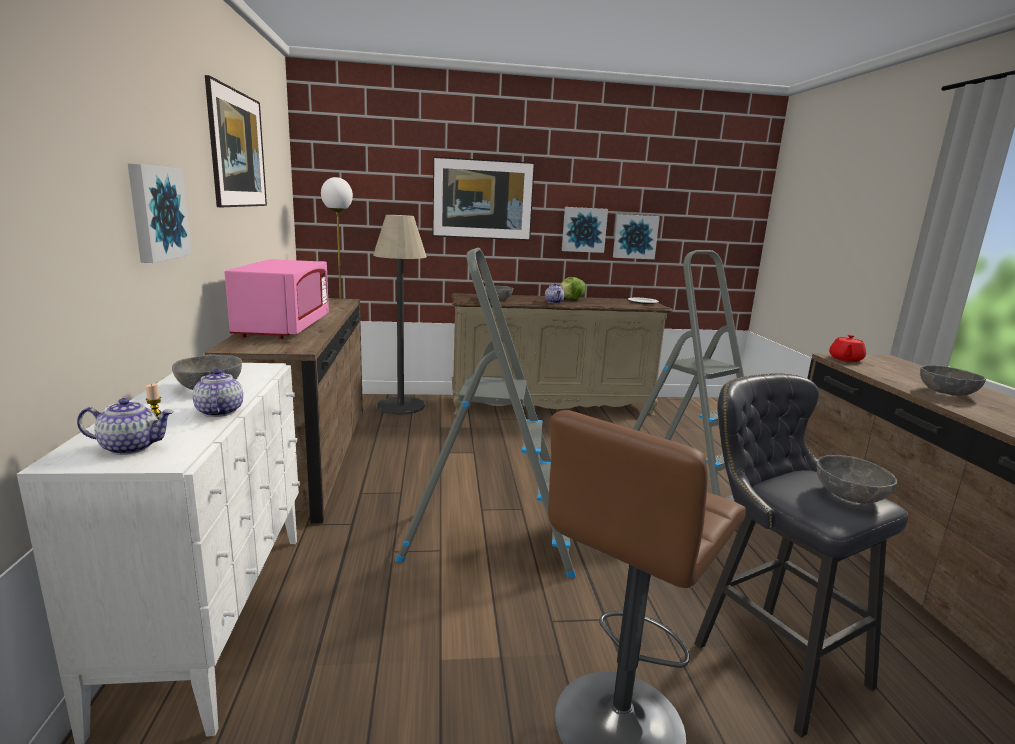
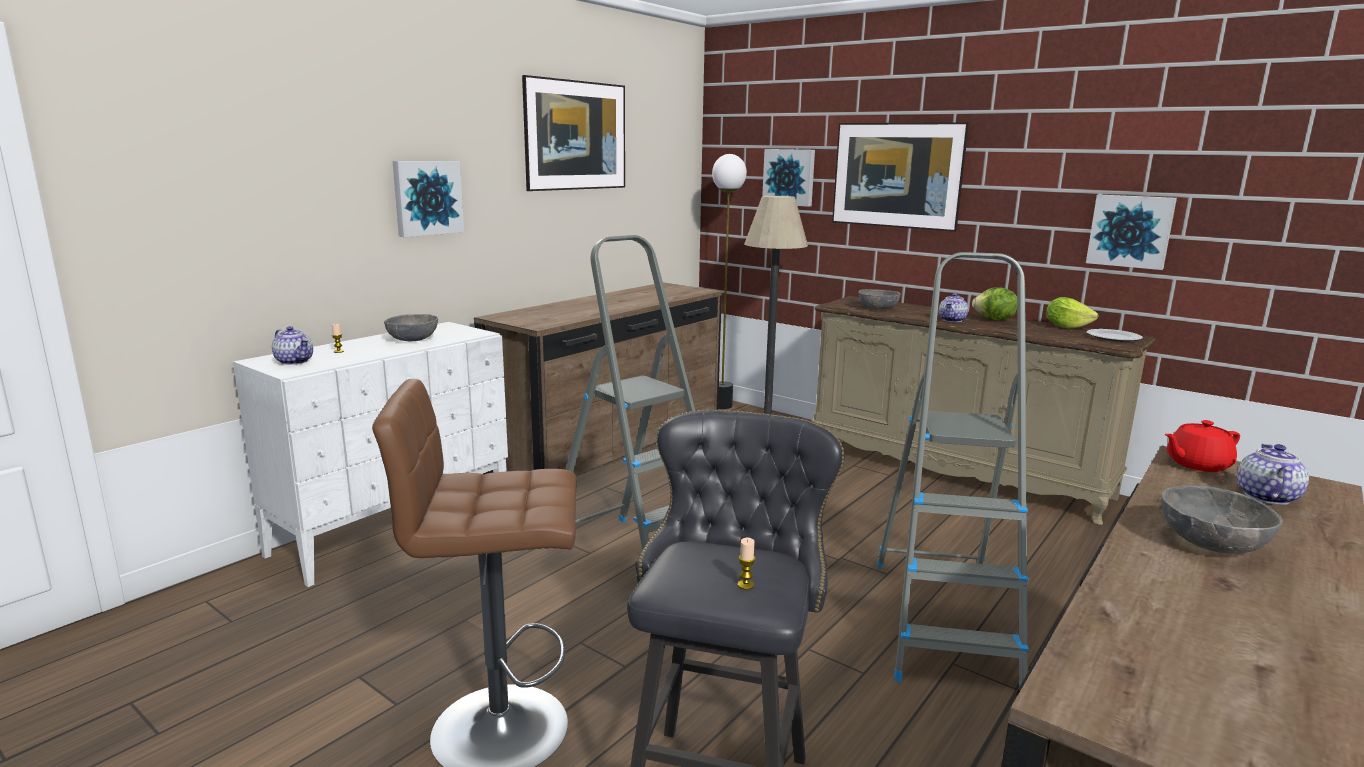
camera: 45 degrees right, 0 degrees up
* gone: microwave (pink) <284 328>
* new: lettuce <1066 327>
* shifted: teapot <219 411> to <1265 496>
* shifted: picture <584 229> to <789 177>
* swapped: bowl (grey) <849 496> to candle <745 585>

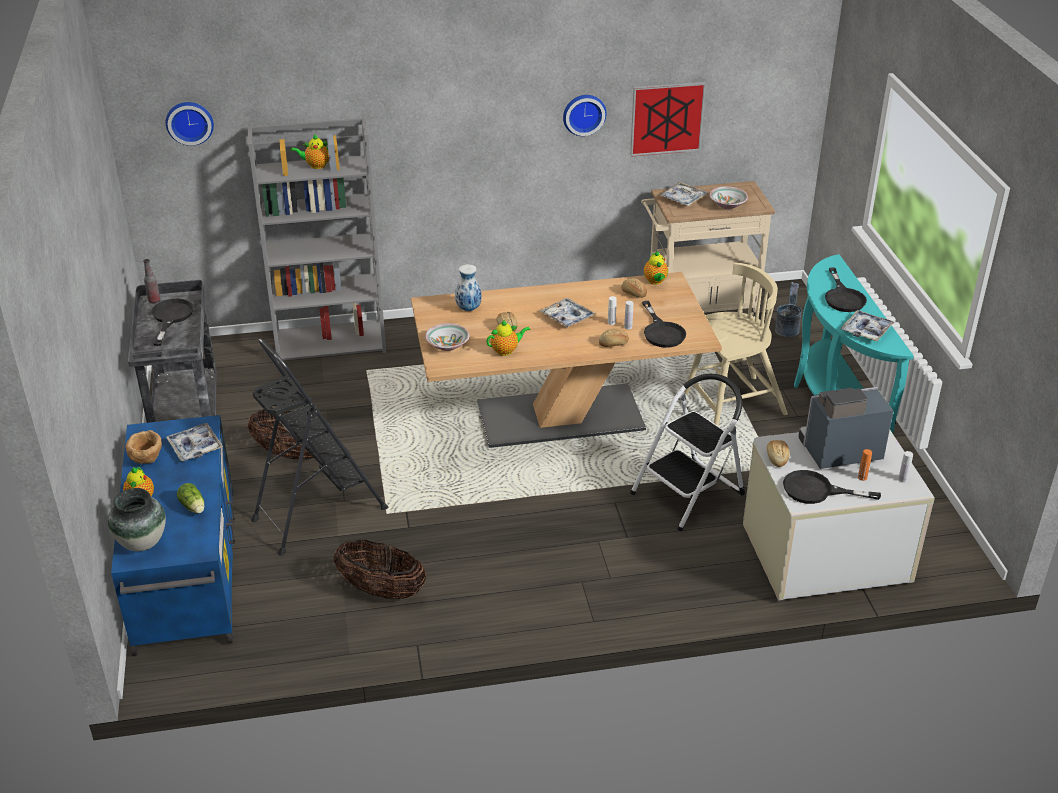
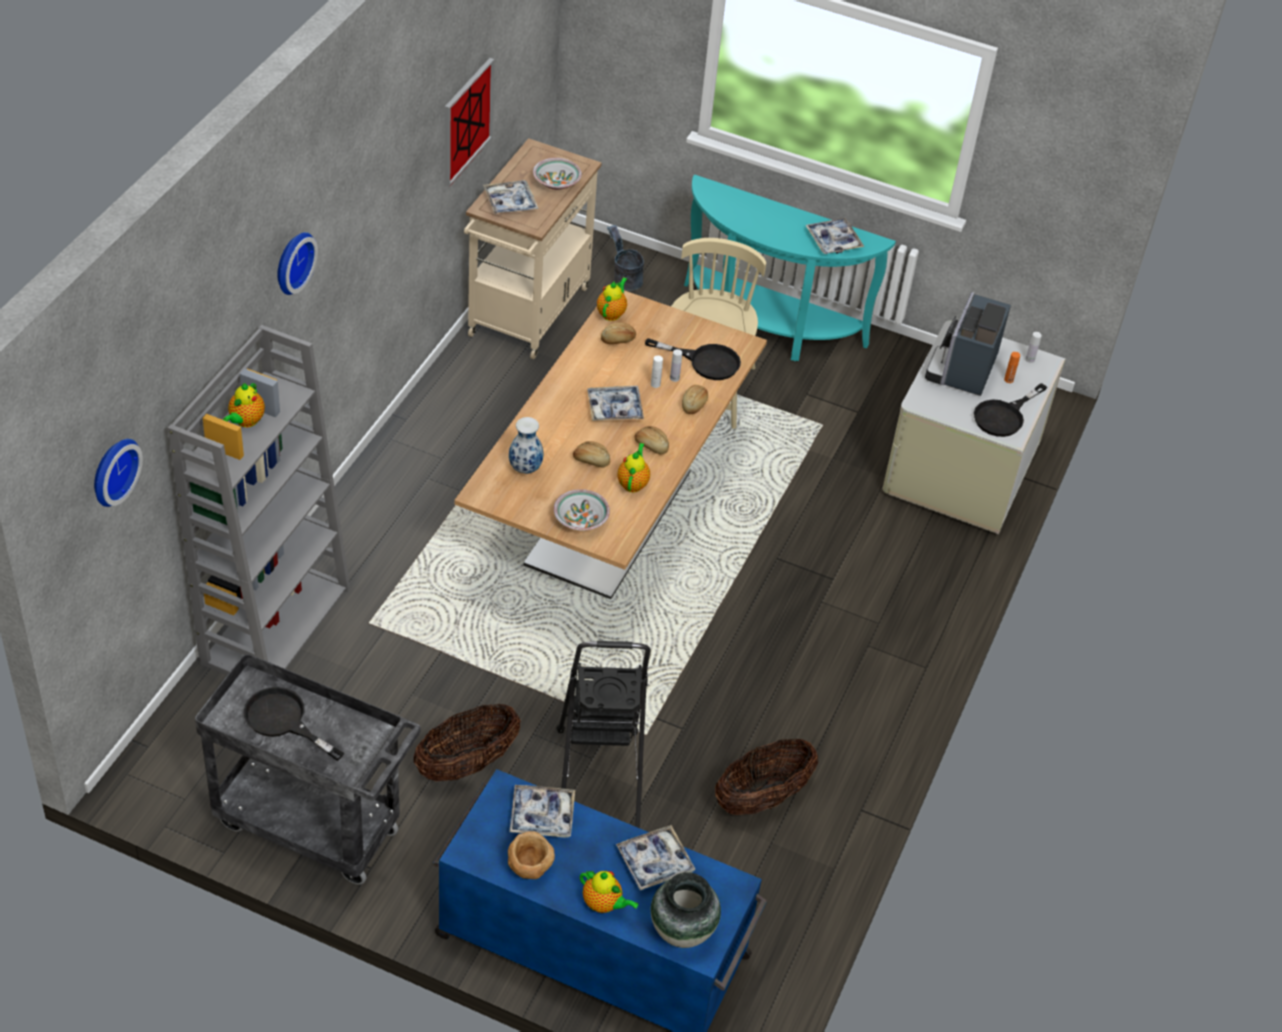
camera: 60 degrees left, 10 degrees up
* gone: bottle <154 300>
* gone: step ladder <690 493>
* gone: frying pan (black) <843 297>
* shifted: wall clock <583 113> to <291 261>
* shifted: bread <777 458> to <651 446>
* swapped: lettuce <193 507> to tray <654 862>
* rotated: teapot <655 281> = <612 313> 90 degrees counterclockwise

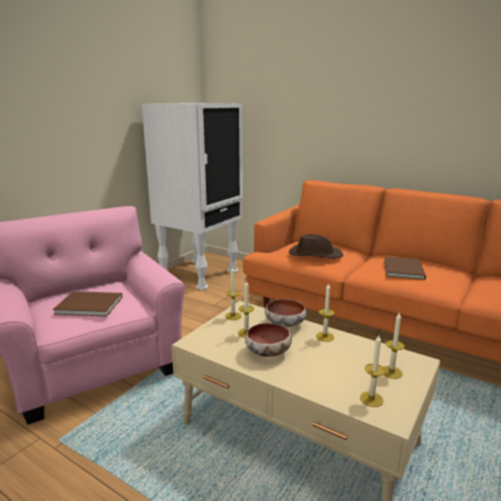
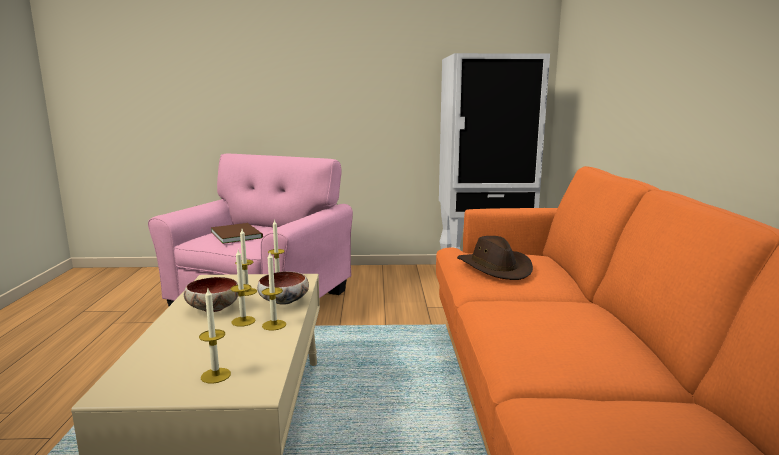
camera: 55 degrees right, 5 degrees down
* gone: book (brown) <404 269>
* shifted: candle <371 399> to <243 321>

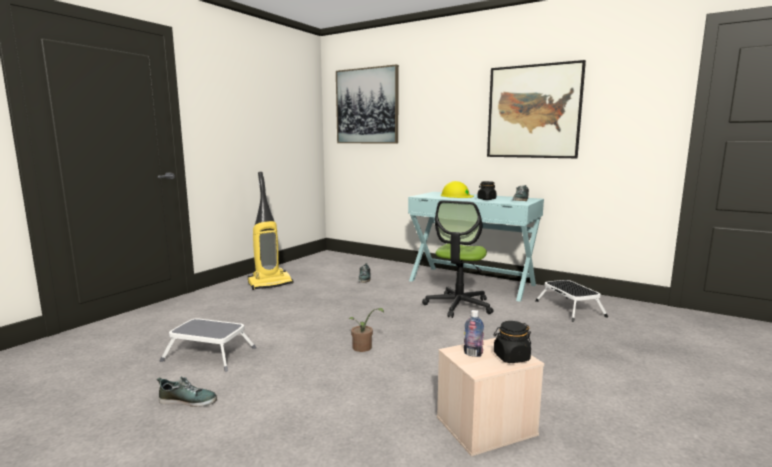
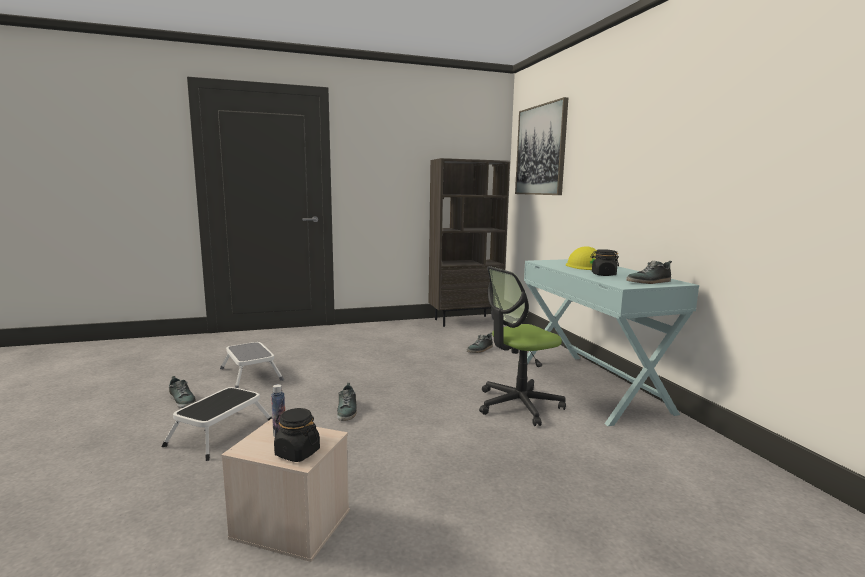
camera: 40 degrees right, 0 degrees up
* gone: vacuum cleaner <270 283>
* gone: picture <533 112>
* new: bookcase (brown) <465 321>
* shifted: step ladder (black) <569 309> to <220 433>
* swapped: potted plant <363 348> to shoe <347 411>

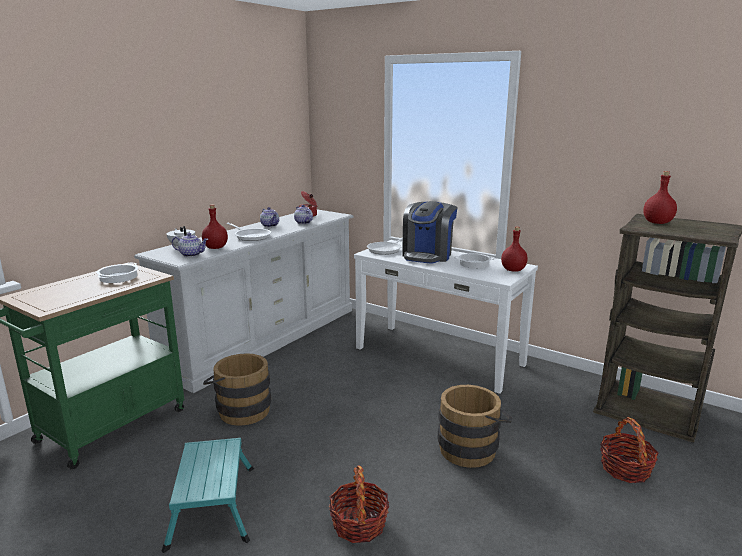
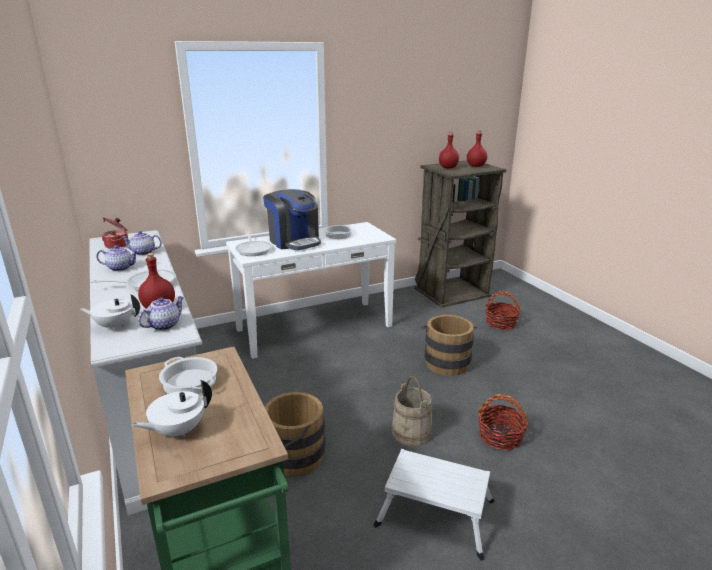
camera: 60 degrees left, 5 degrees up
* new: teapot (white) <178 430>
* new: bucket (beige) <412 432>
* shifted: bottle (red) <513 270> to <476 166>
* repainted: step ladder (turquoise) <212 505> to step ladder (white) <434 512>

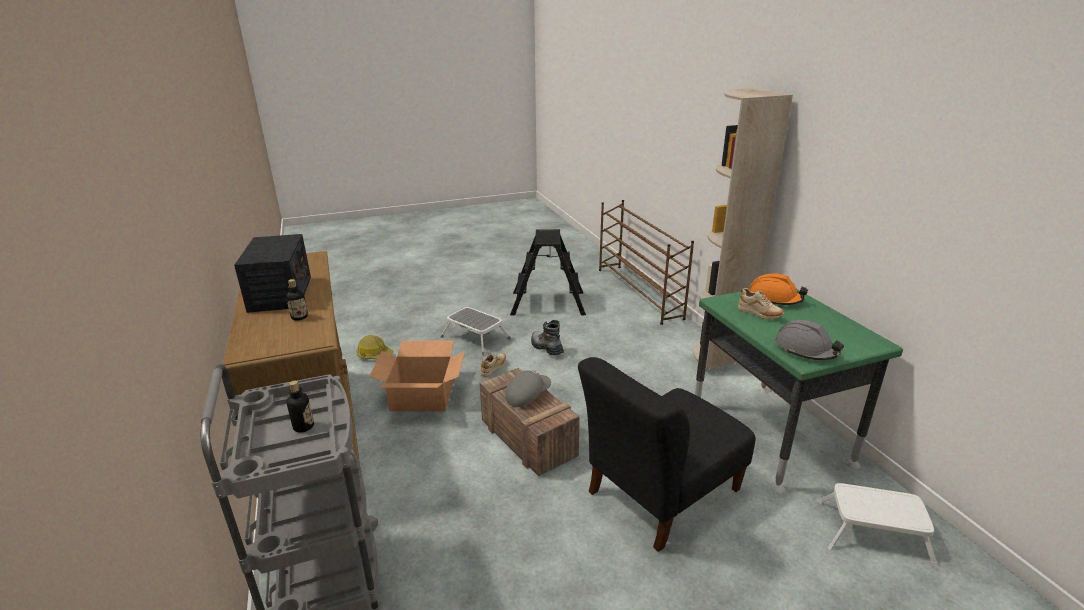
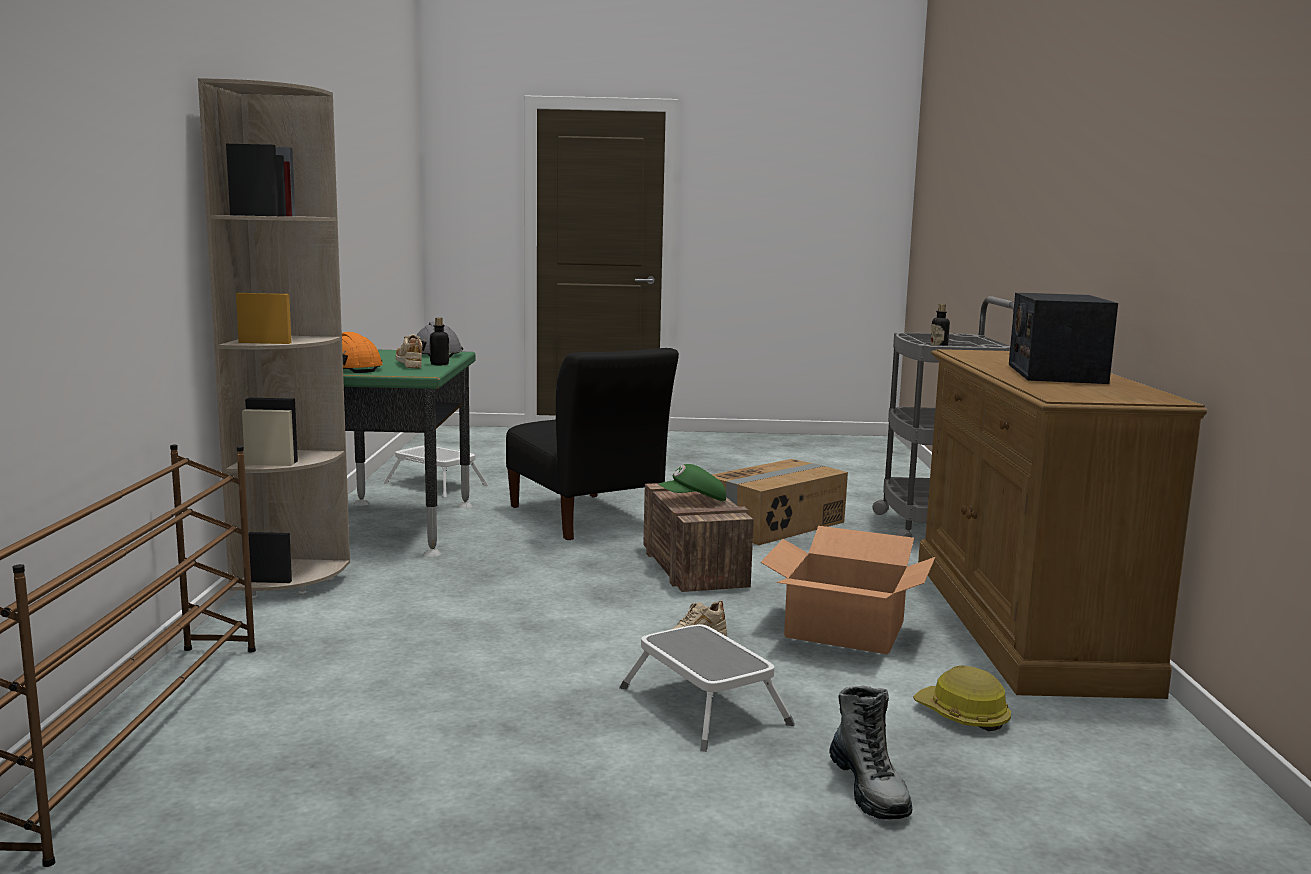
camera: 160 degrees left, 15 degrees down
* gone: step ladder (black) <548 303>
* new: cardboard box <775 525>
* shifted: bottle <299 317> to <439 364>
* shifted: boot <546 348> to <869 788>
* repainted: cap (grey) <527 396> to cap (green) <693 501>
* rotated: chair (black) <659 495> = <586 519> 75 degrees clockwise

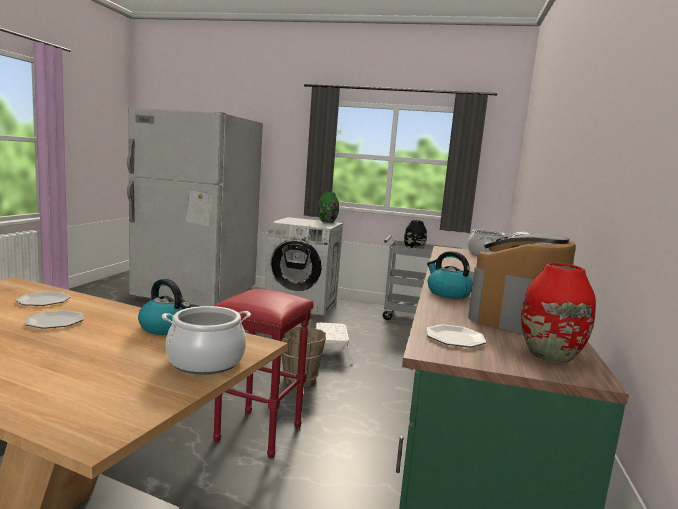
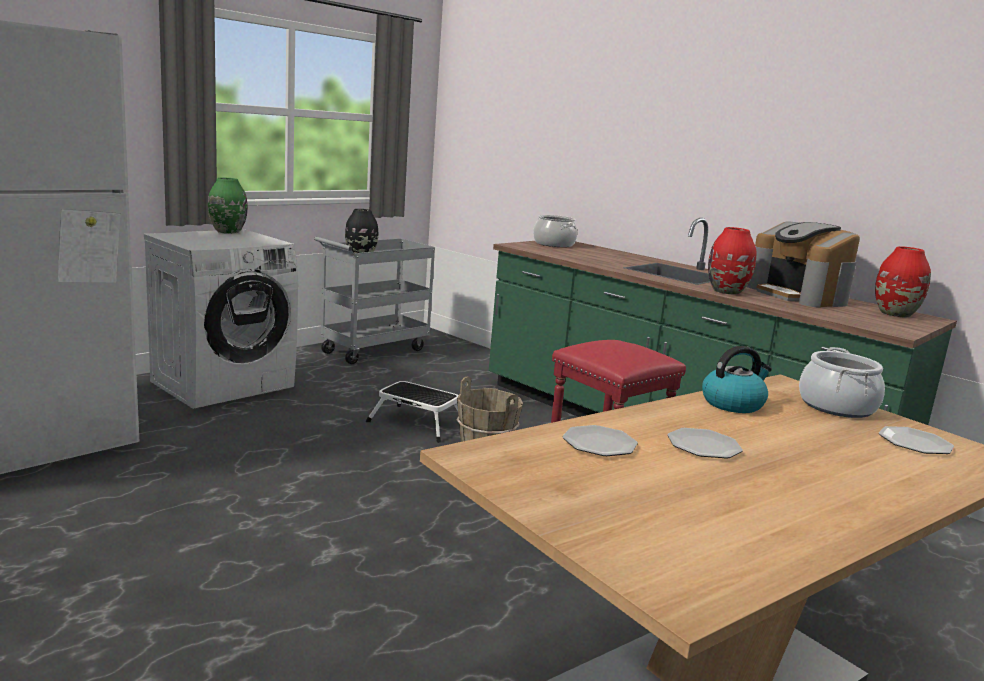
camera: 60 degrees left, 5 degrees up
* shifted: plate <454 338> to <914 443>
* swapped: kettle <447 293> to vase (red) <727 291>
* repainted: step ladder (white) <330 351> to step ladder (black) <417 423>

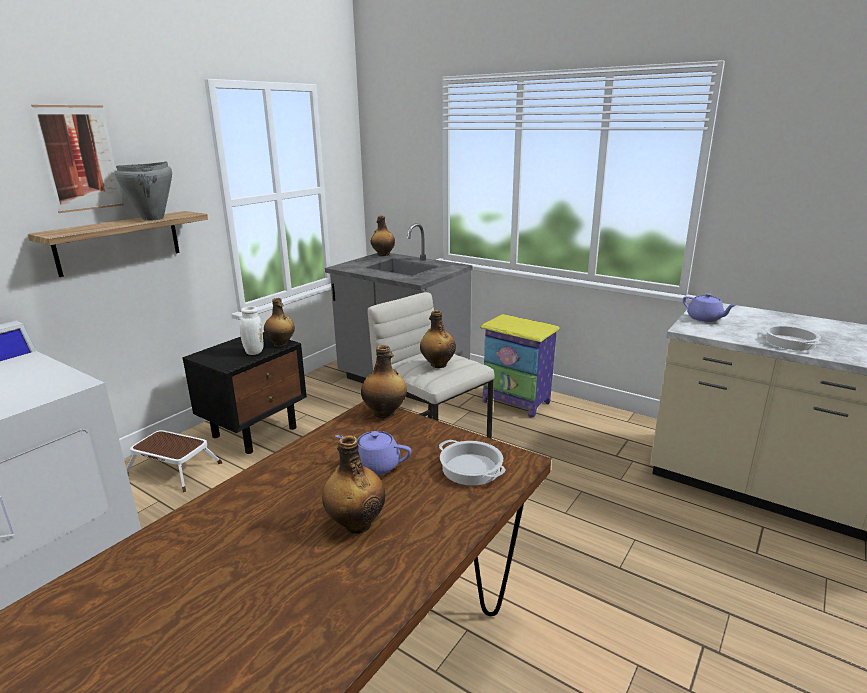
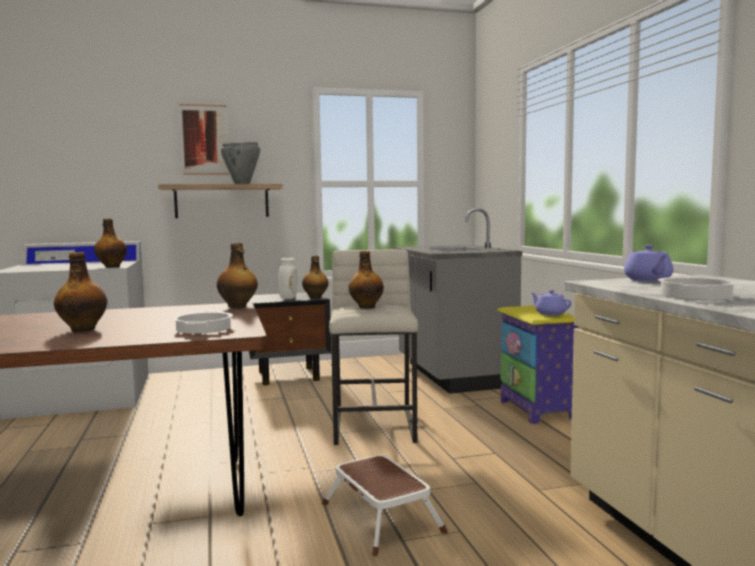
camera: 40 degrees right, 15 degrees down
* shifted: step ladder (brown) <173 469> to <380 517>
* shifted: teapot (purple) <374 466> to <550 313>
* shifted: bottle <383 254> to <112 267>

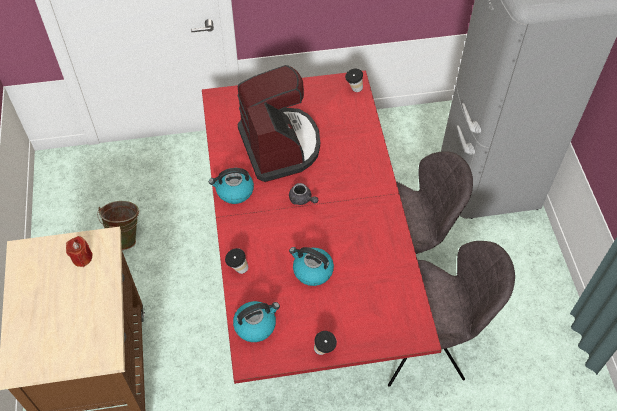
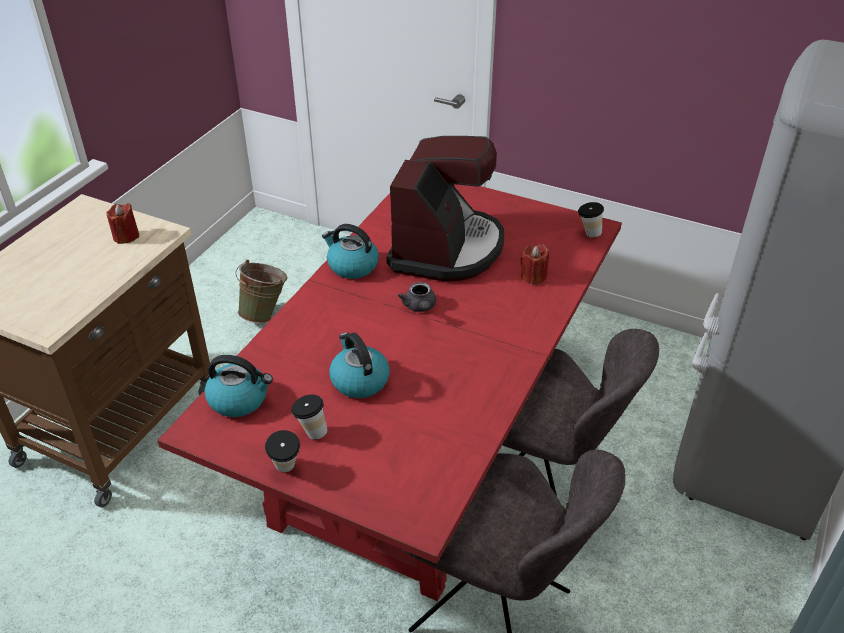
camera: 35 degrees right, 15 degrees down
* new: candle (red) <533 277>
* shifted: cup <237 269> to <311 431>

